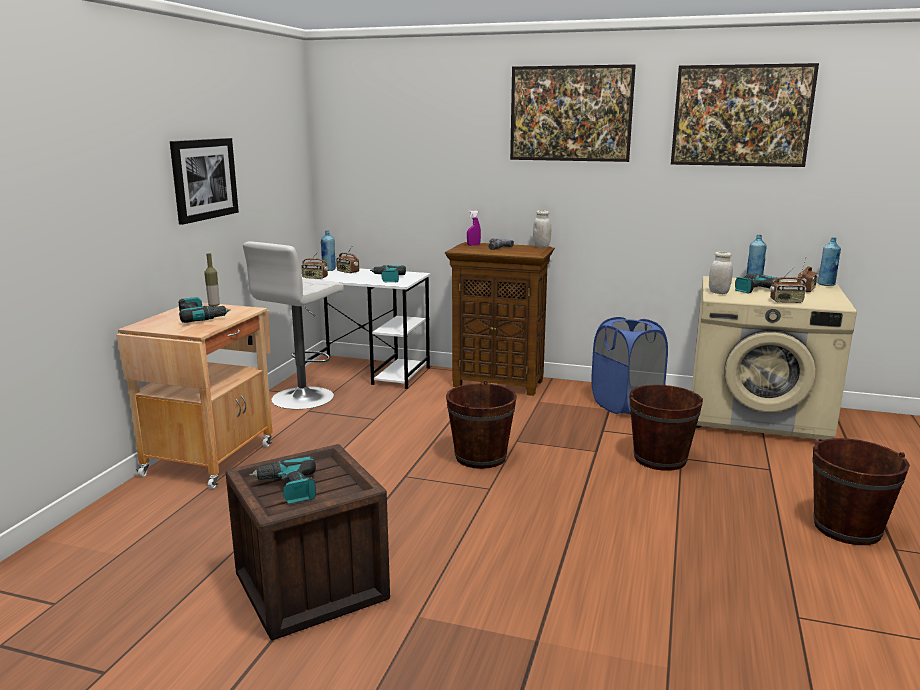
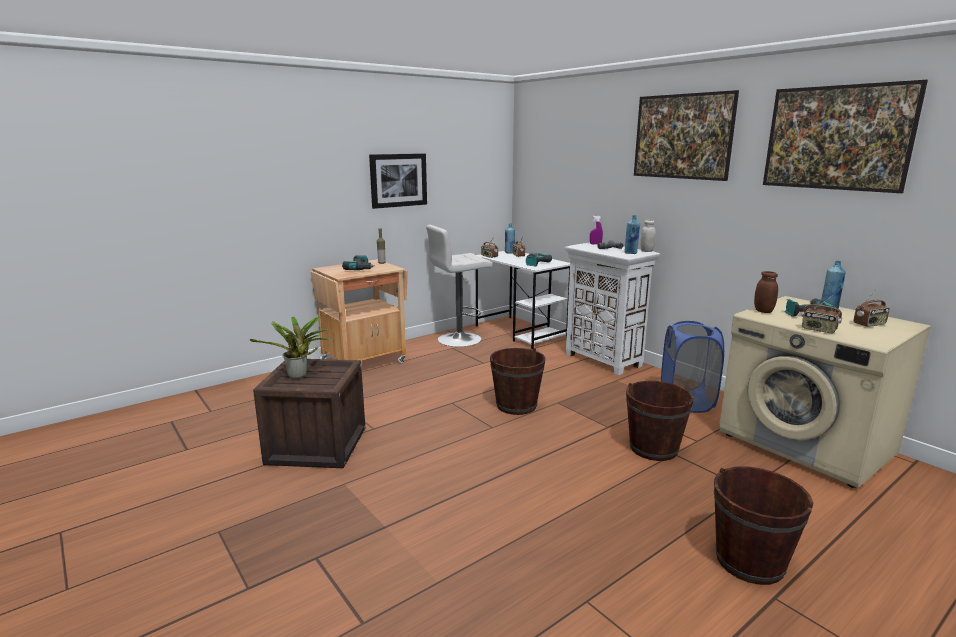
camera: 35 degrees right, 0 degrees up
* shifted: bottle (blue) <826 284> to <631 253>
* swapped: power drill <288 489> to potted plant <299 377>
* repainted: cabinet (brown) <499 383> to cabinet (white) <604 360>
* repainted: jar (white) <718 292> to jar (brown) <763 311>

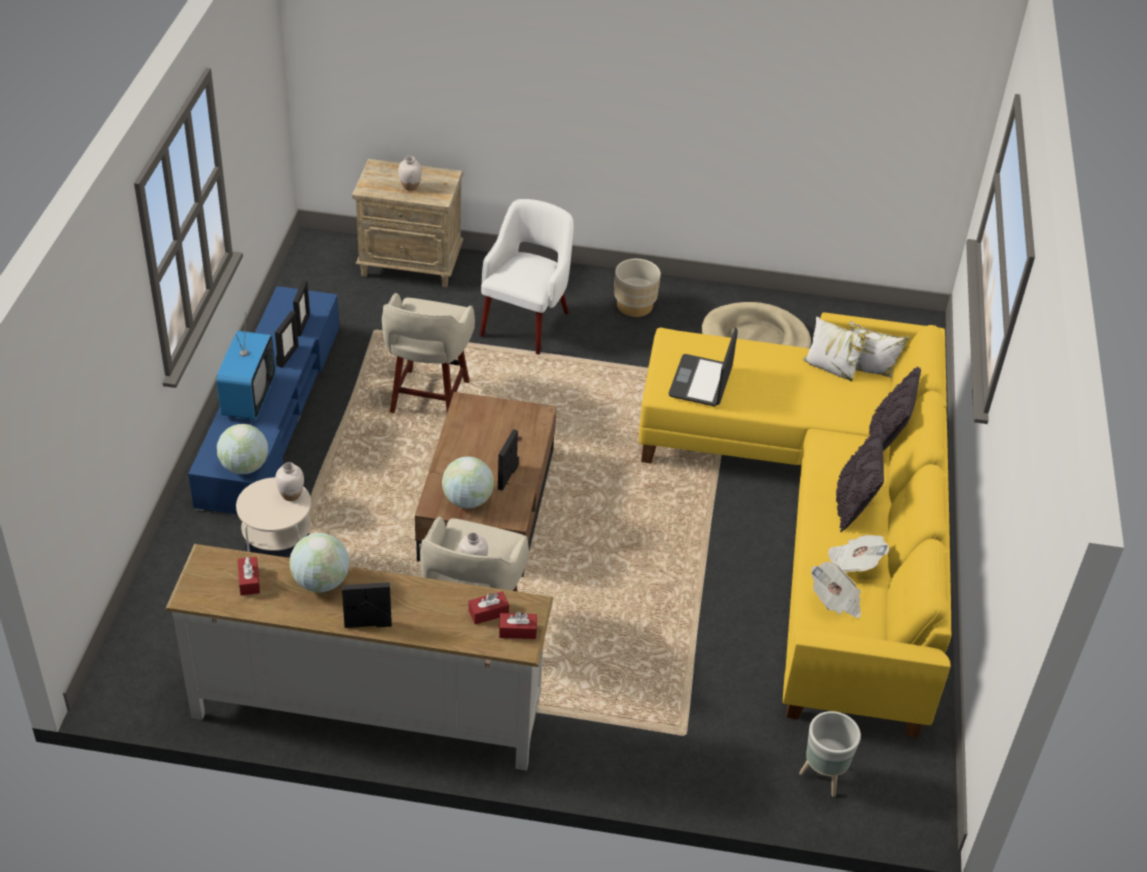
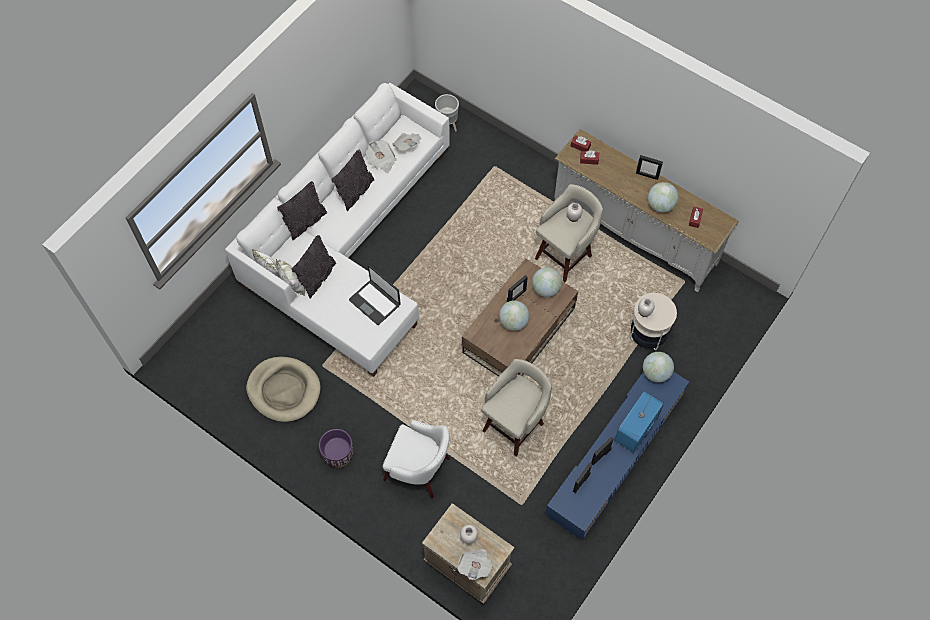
camera: 150 degrees left, 20 degrees up
* new: pillow (black) <317 277>
* new: newspaper <475 565>
* new: globe <513 322>
* repainted: planter (beige) <634 306> to planter (purple) <338 455>
* repainted: sofa (yellow) <817 522> to sofa (white) <350 247>
* rotated: armchair (white) <526 322> = <418 469> 120 degrees counterclockwise
* rotated: laptop <701 382> = <375 302> 90 degrees clockwise

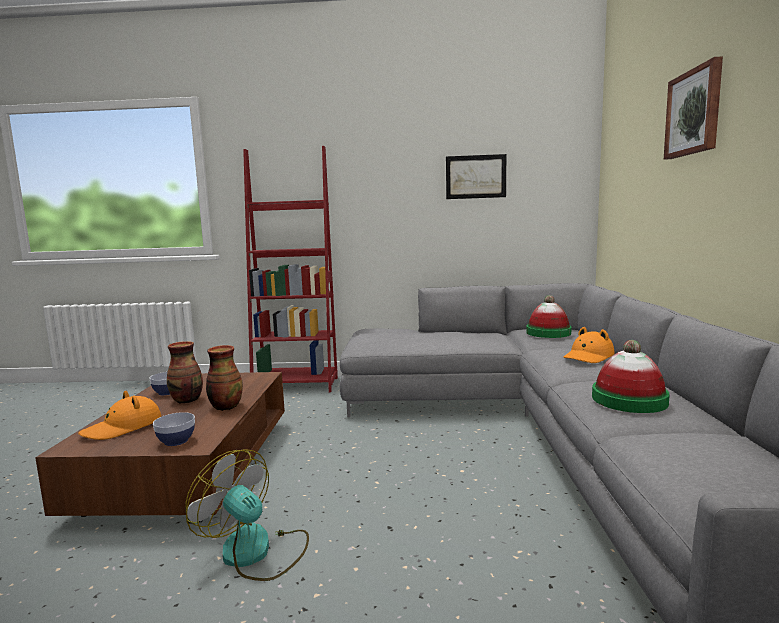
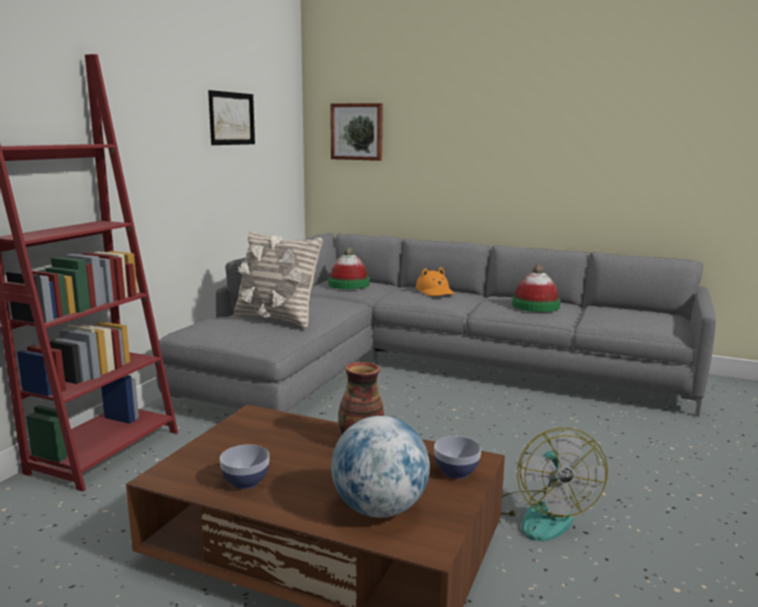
camera: 70 degrees left, 5 degrees up
* gone: vase <188 400>
* new: pillow (beige) <276 319>
* shifted: picture <694 112> to <357 131>
* swapped: hat (orange) <123 427> to globe <380 509>
* rotated: fan <256 552> = <542 515> 60 degrees counterclockwise

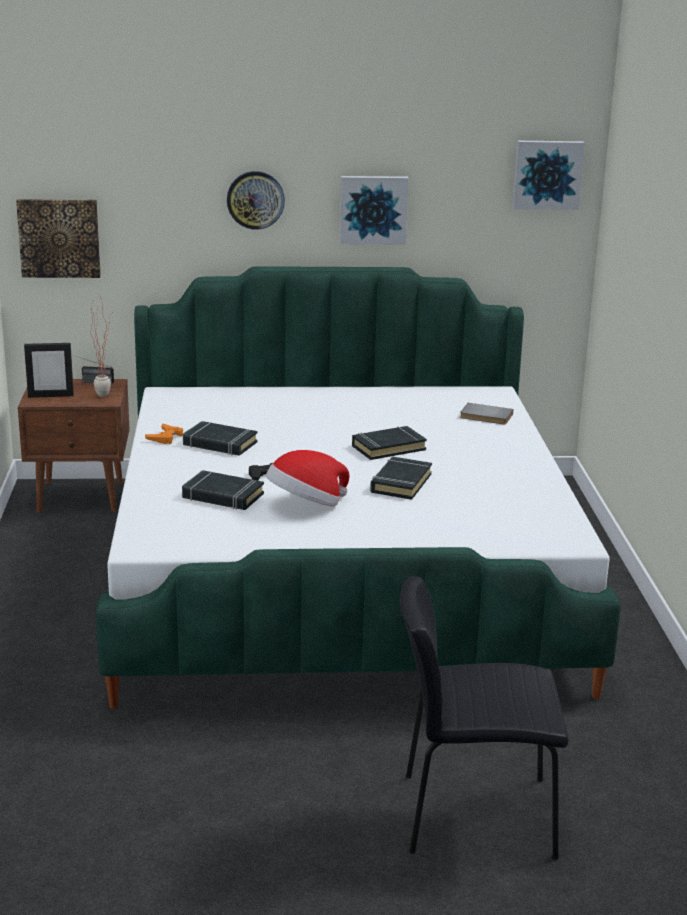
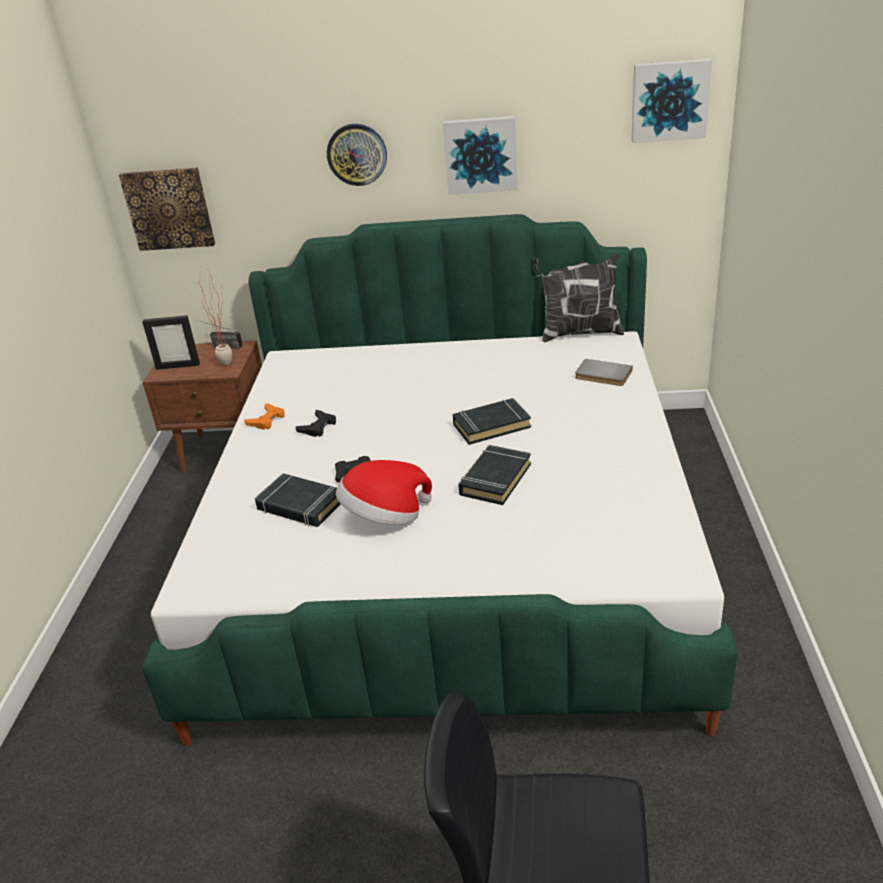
camera: 10 degrees right, 10 degrees up
* new: pillow <578 333>
* swapped: book (black) <219 444> to game controller (black) <318 427>

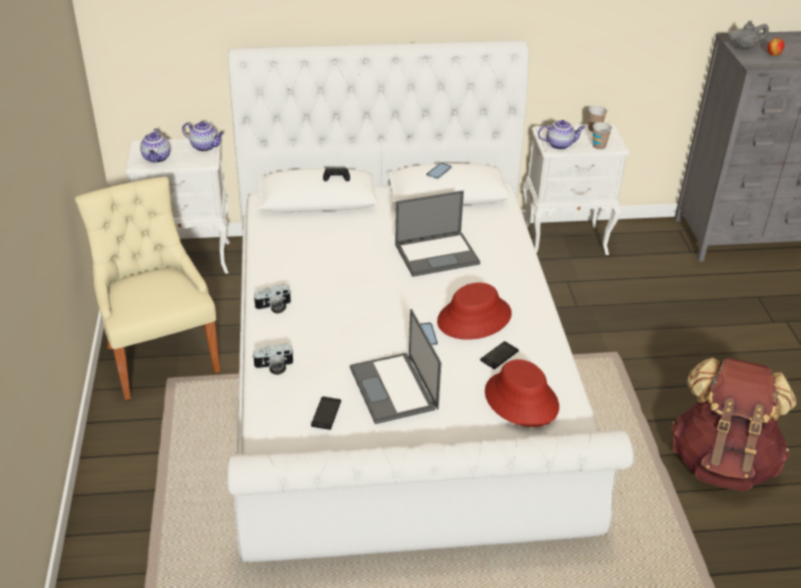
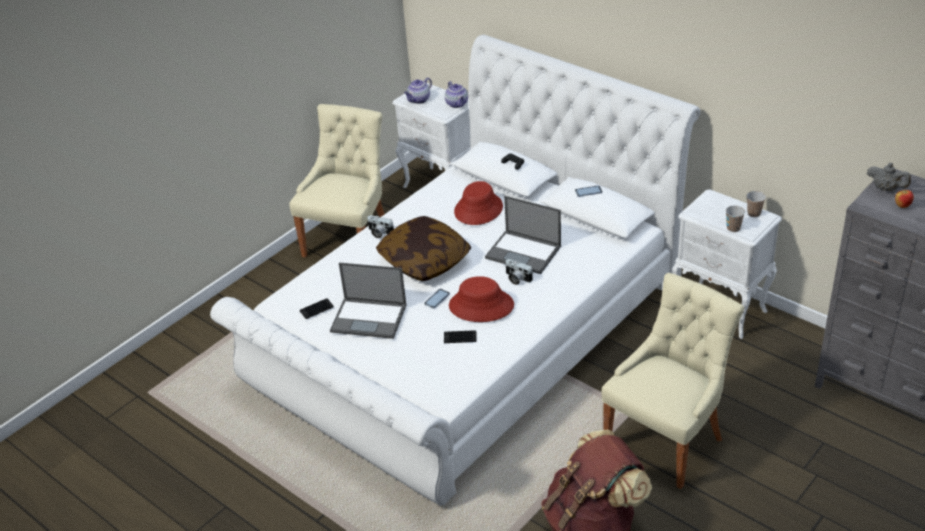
camera: 50 degrees right, 0 degrees up
* gone: teapot <560 144>
* new: pillow <425 260>
* new: chair (beige) <667 440>
* shifted: photo camera <274 367> to <517 278>
* shifted: hat (red) <521 400> to <478 209>
* rotated: laptop <394 389> = <370 318> 105 degrees counterclockwise

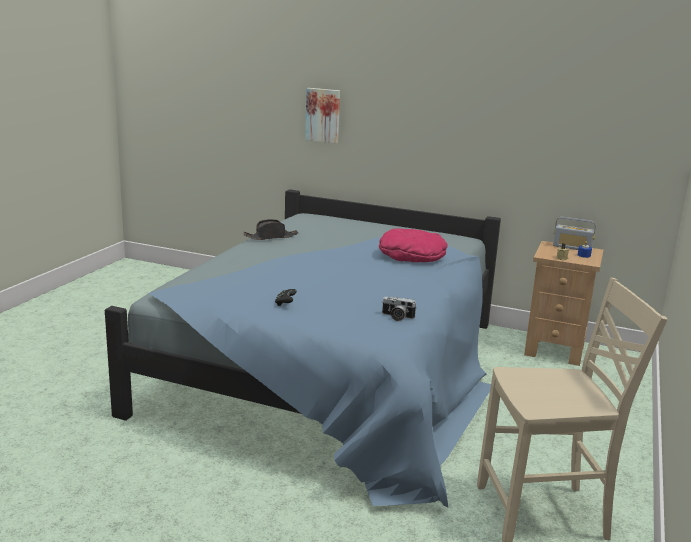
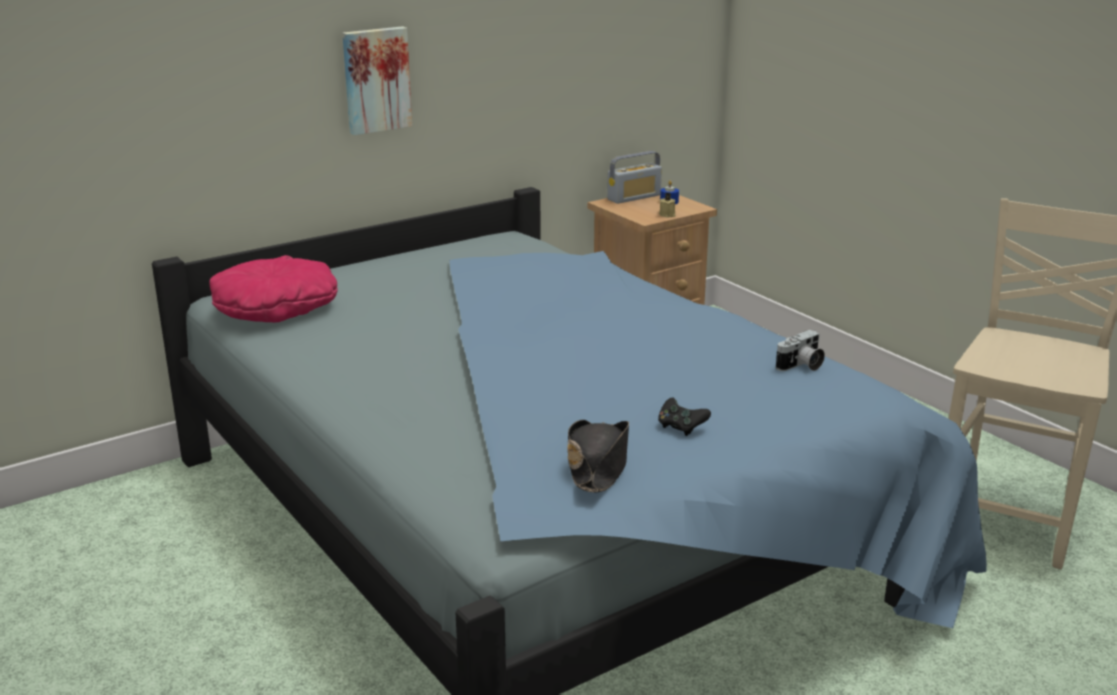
camera: 55 degrees left, 5 degrees up
* shifted: hat (black) <271 237> to <598 465>
* shifted: picture <323 115> to <376 80>
* shifted: pillow (pink) <412 256> to <274 307>

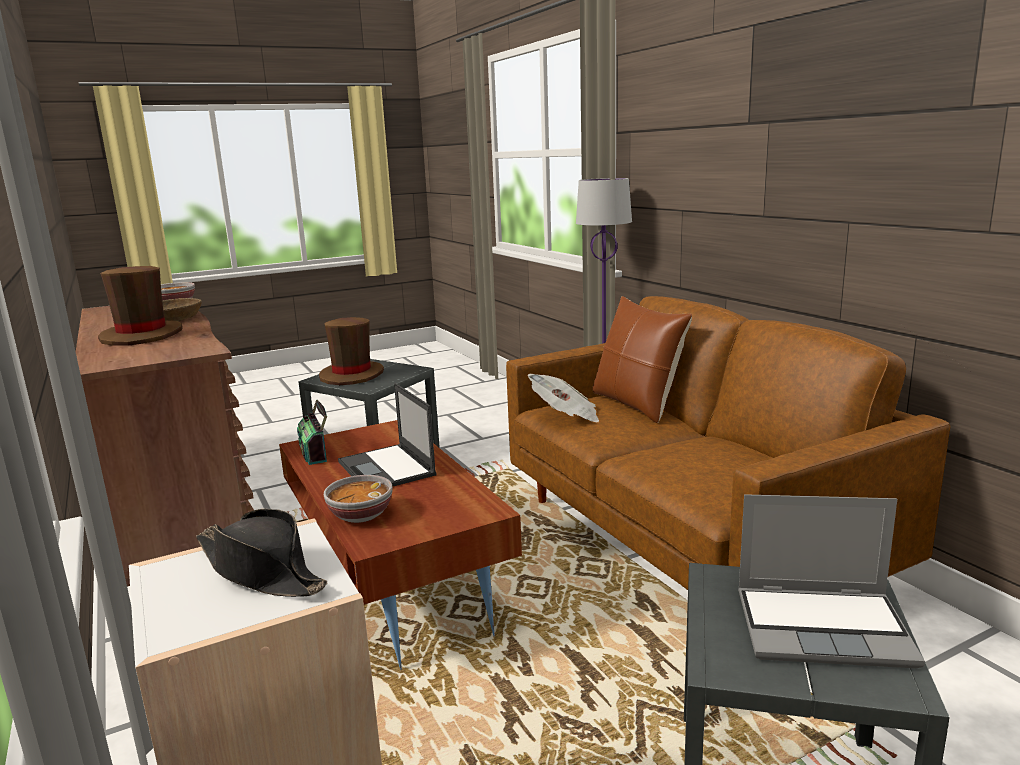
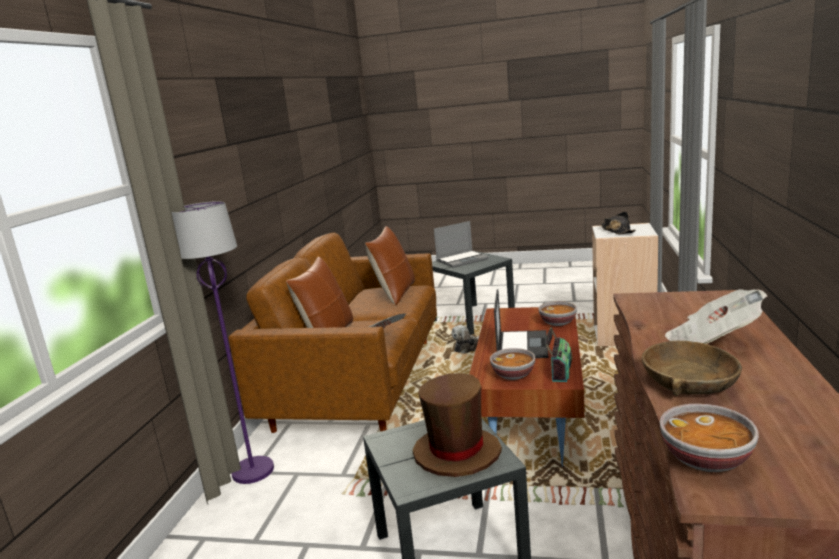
camera: 140 degrees left, 0 degrees up
* new: pillow (brown) <395 294>
* new: plush toy <467 347>
* new: bowl <513 375>
* swapped: hat (brown) <142 336> to newspaper <712 340>
* rotated: laptop <824 627> = <462 260> 105 degrees clockwise

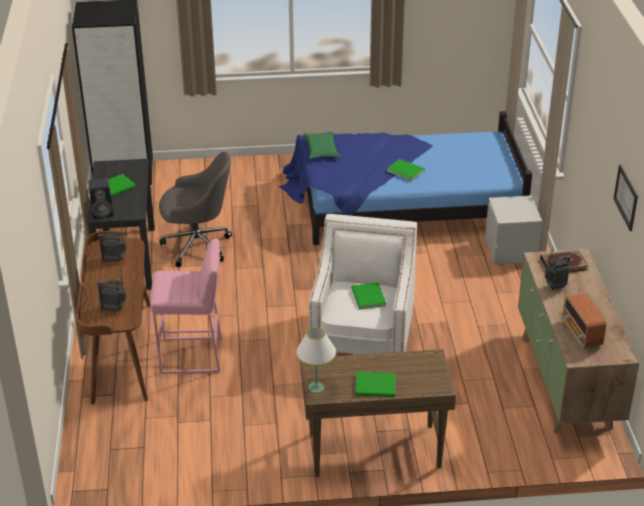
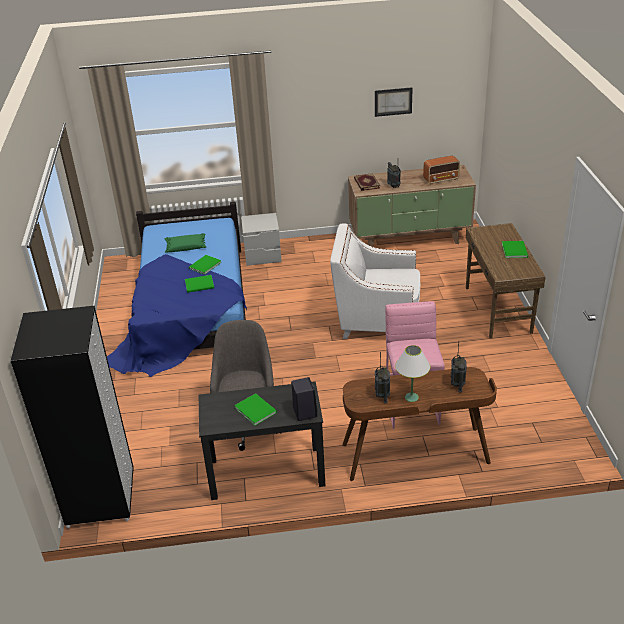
camera: 90 degrees left, 0 degrees up
* shifted: table lamp (white) <316 387> to <411 397>
* shifted: pillow (green) <321 149> to <185 246>
* shifted: book (green) <368 298> to <200 285>

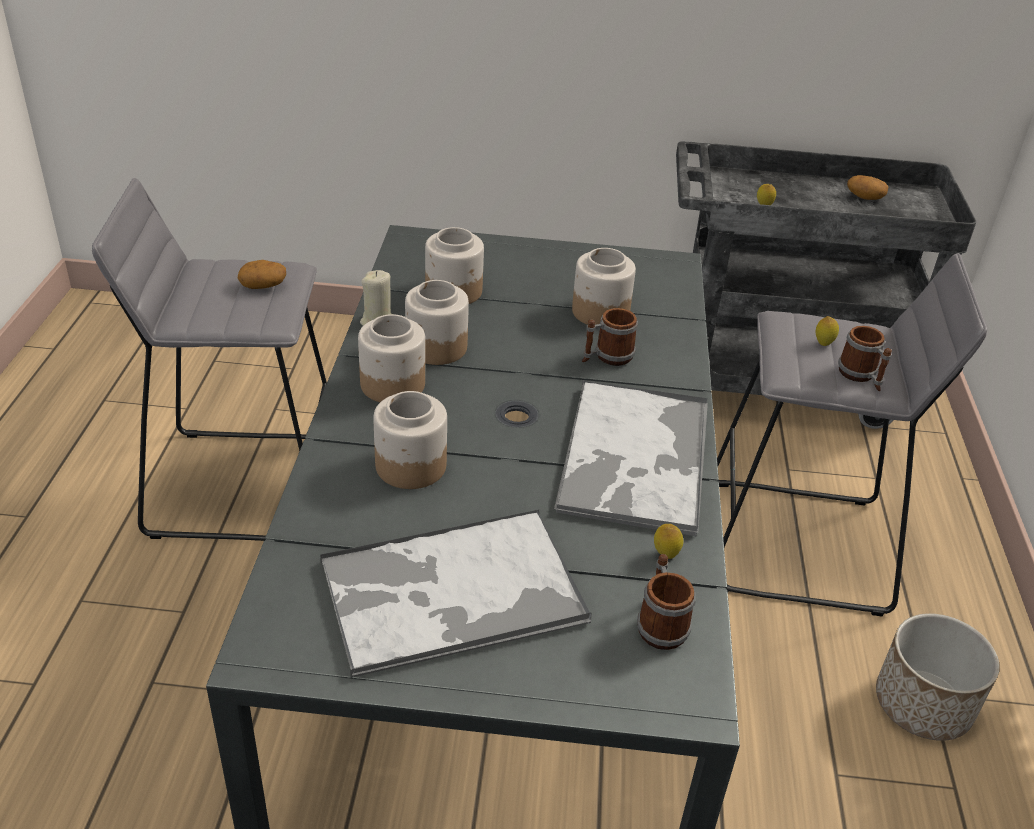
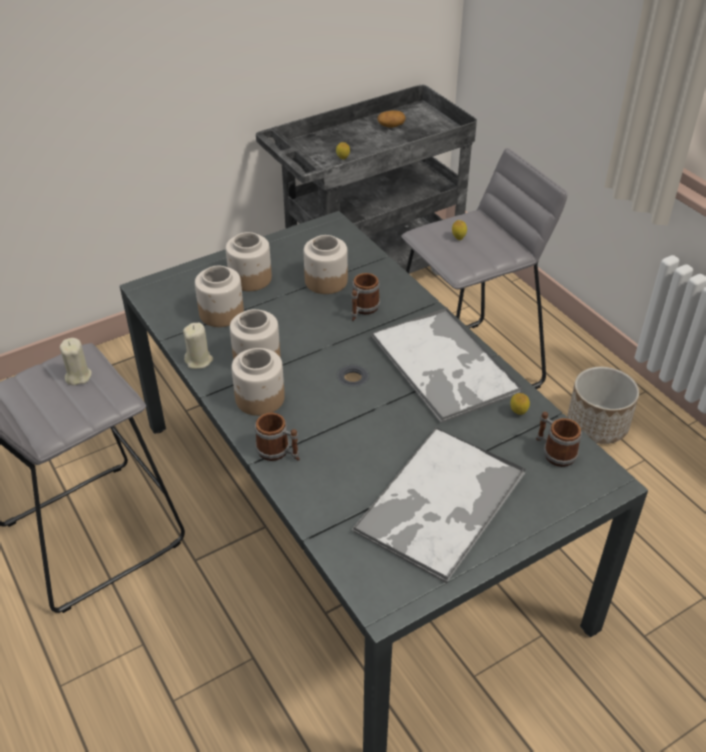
camera: 35 degrees left, 5 degrees up
* shifted: jar <410 466> to <249 278>
* shifted: mug <861 376> to <278 452>
* swapped: potato <263 285> to candle (beige) <78 376>

